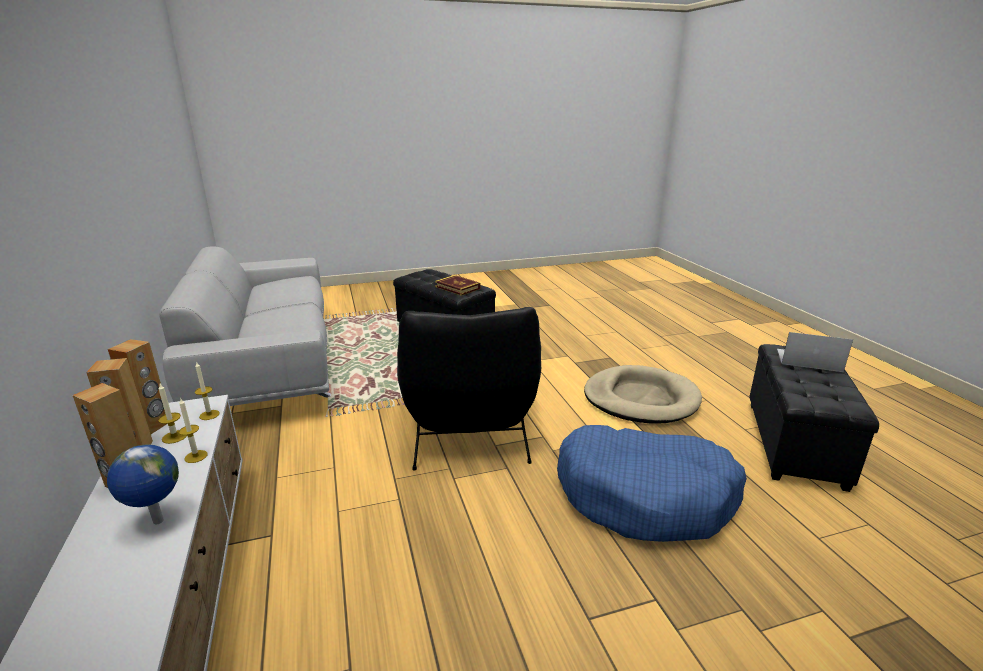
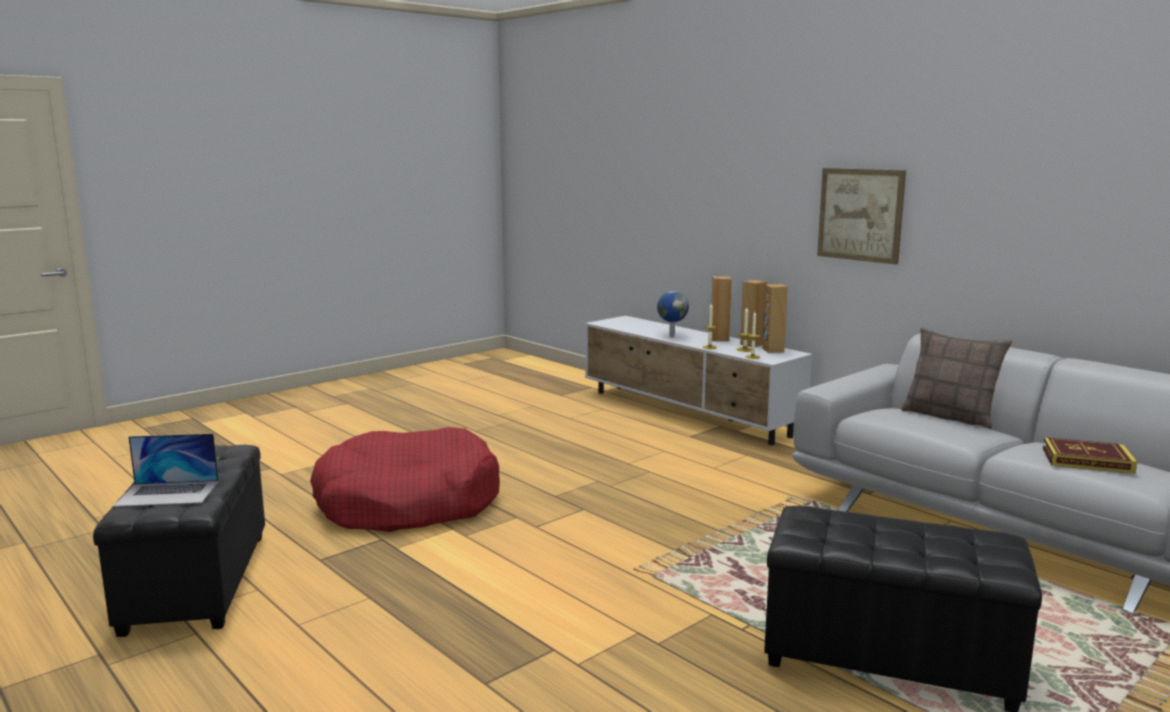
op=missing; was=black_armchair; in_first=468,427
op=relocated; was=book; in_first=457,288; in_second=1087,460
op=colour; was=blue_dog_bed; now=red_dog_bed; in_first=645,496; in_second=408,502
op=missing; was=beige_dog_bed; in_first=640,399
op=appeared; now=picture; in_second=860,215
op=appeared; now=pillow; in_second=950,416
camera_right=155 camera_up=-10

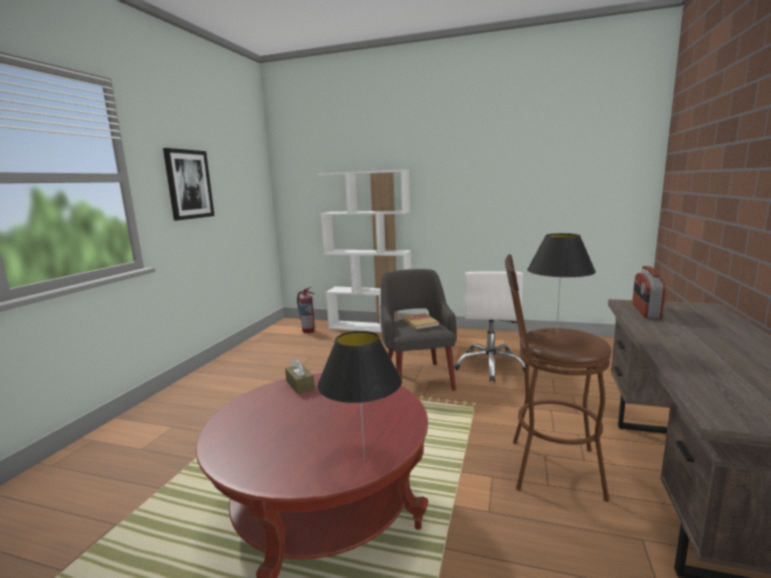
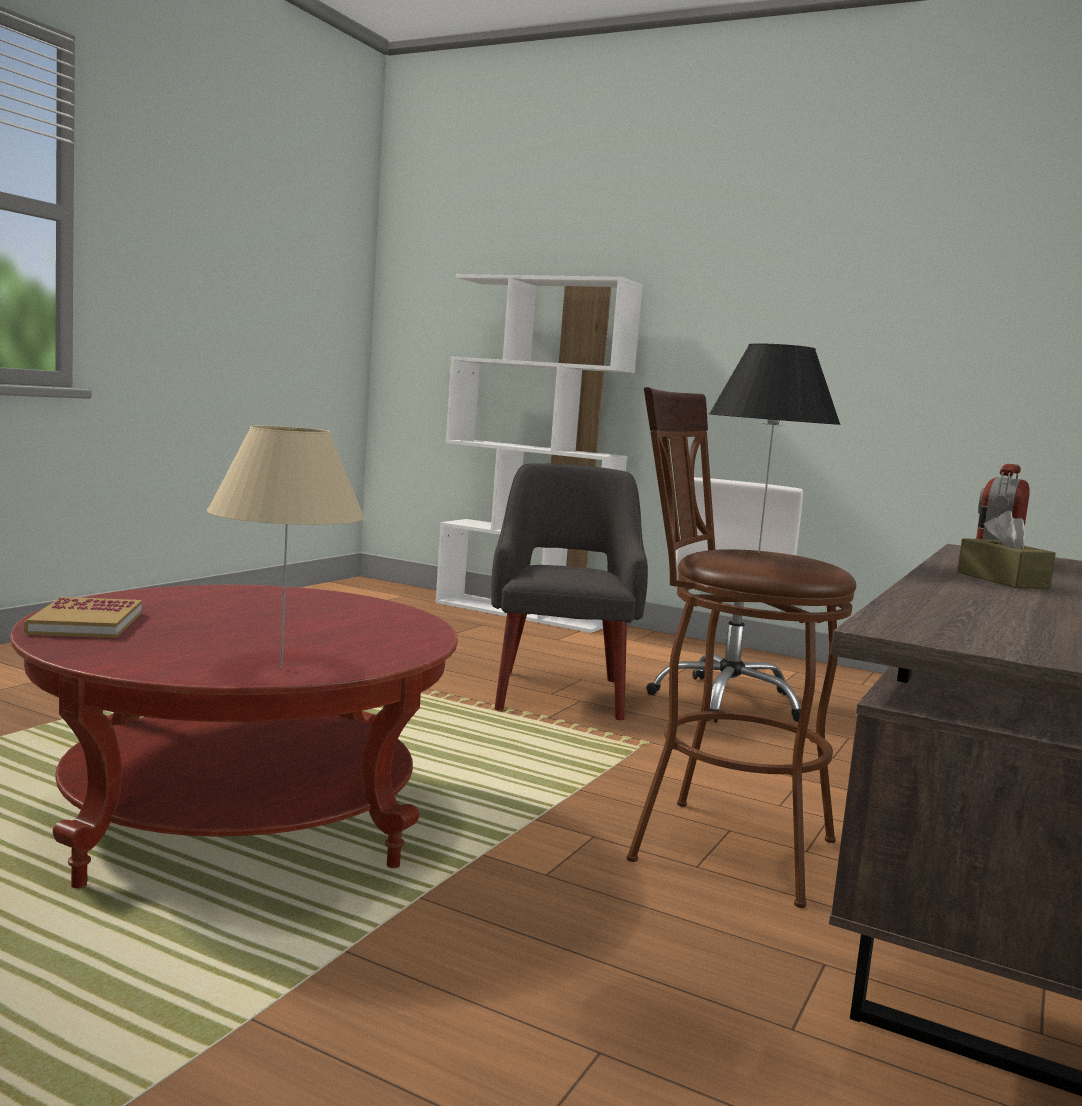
op=missing; was=picture; in_first=189,184
op=relocated; was=brown_tissue_box; in_first=300,385; in_second=1002,580
op=missing; was=fire_extinguisher; in_first=308,331
op=colour; was=black_table_lamp; now=beige_table_lamp; in_first=363,459; in_second=280,668
op=relocated; was=book; in_first=420,323; in_second=86,623
camera_right=10 camera_up=-5

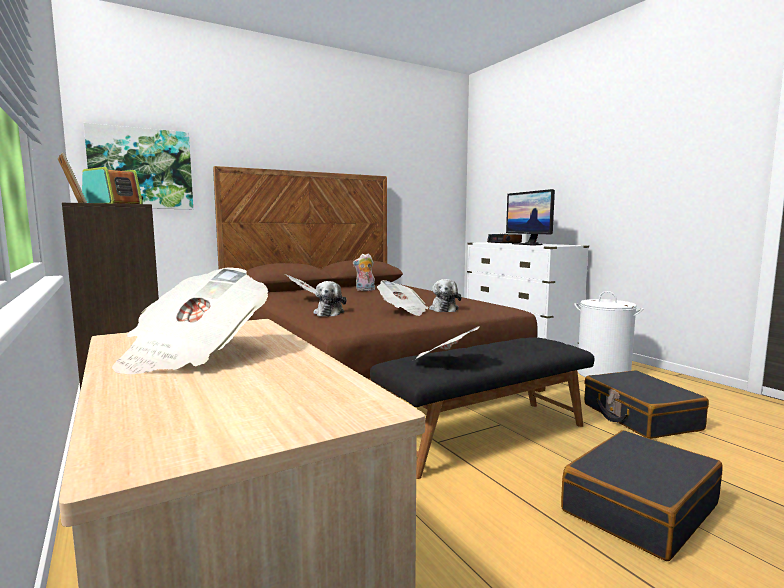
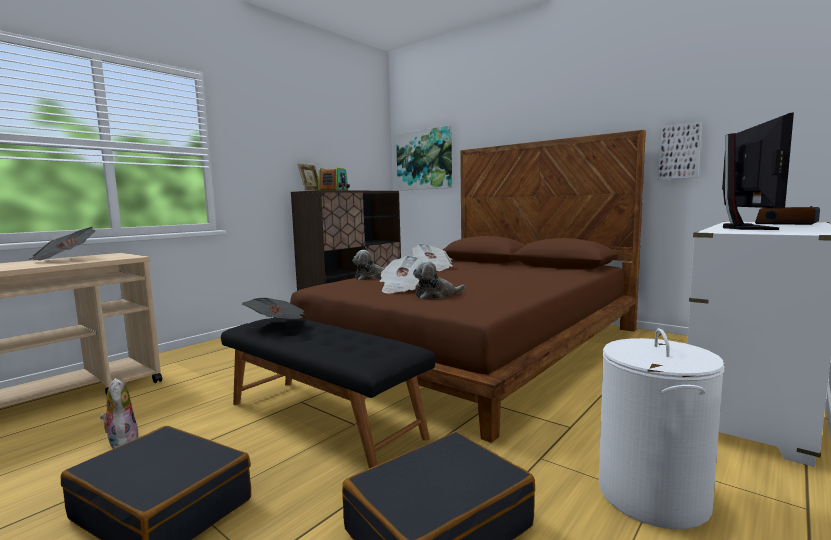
op=relocated; was=plush_toy; in_first=365,290; in_second=121,442
op=spun; was=monitor; in_first=529,244; in_second=744,228; clockwise=150
op=appeared; now=picture; in_second=680,152
camera_right=70 camera_up=0

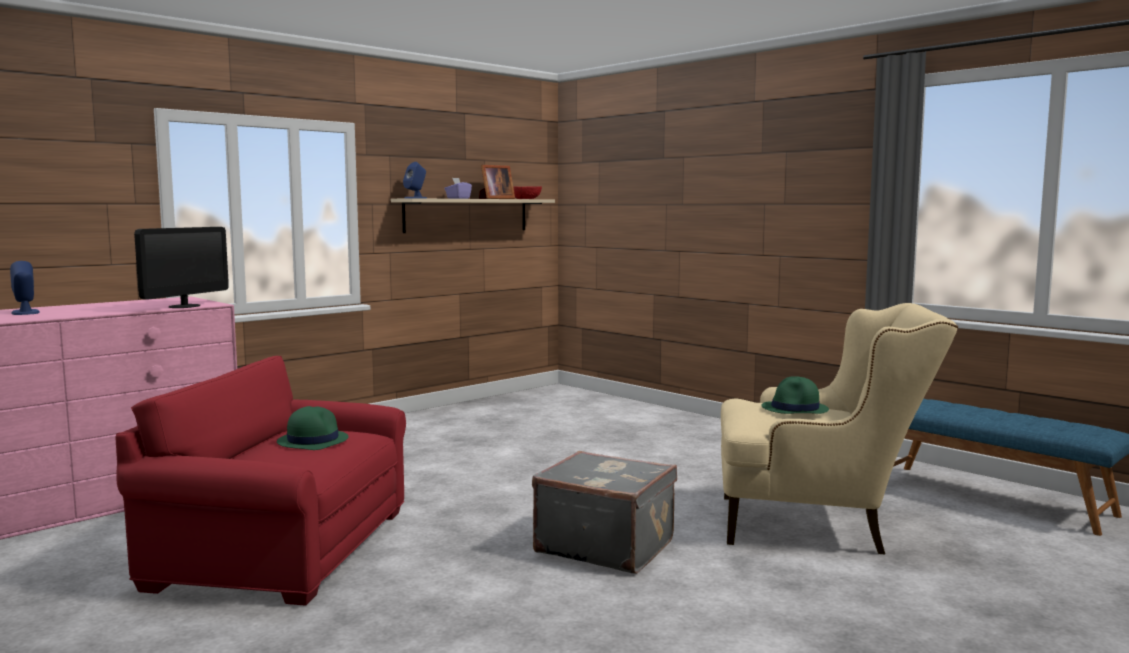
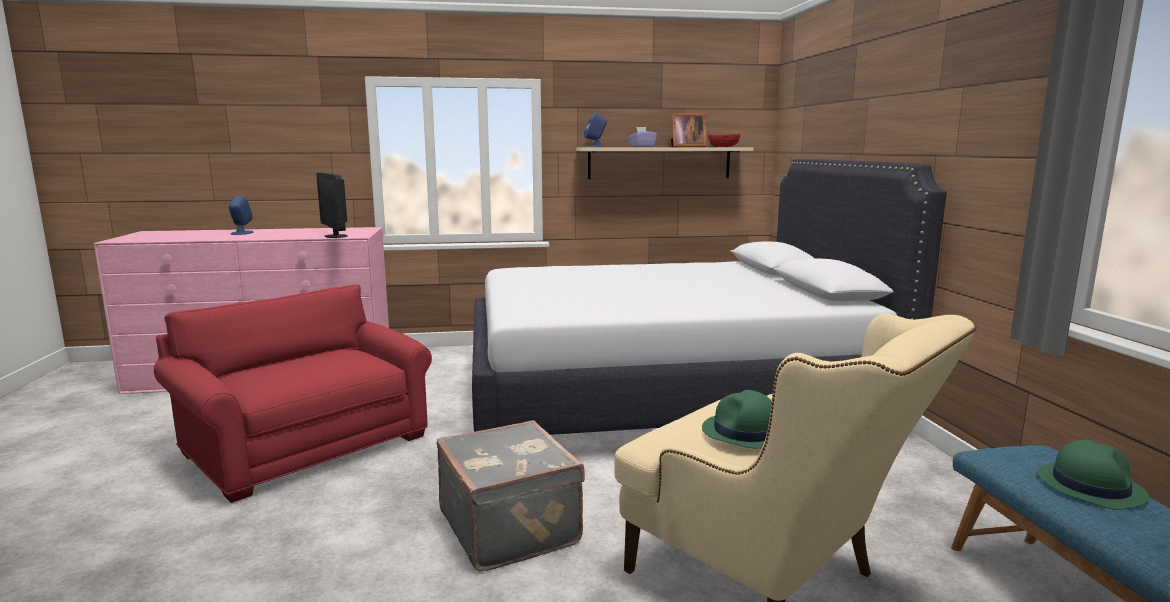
op=spun; was=monitor; in_first=184,306; in_second=336,236; clockwise=90
op=relocated; was=green_hat; in_first=312,440; in_second=1090,486
op=appeared; now=white_bed; in_second=664,394
camera_right=35 camera_up=5

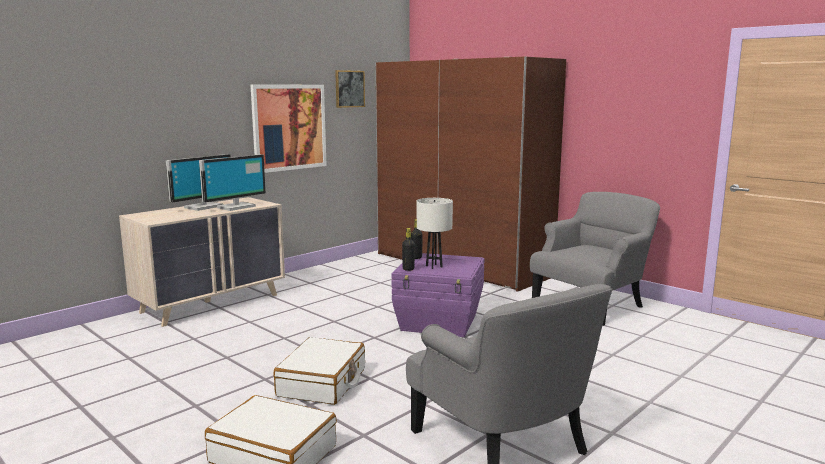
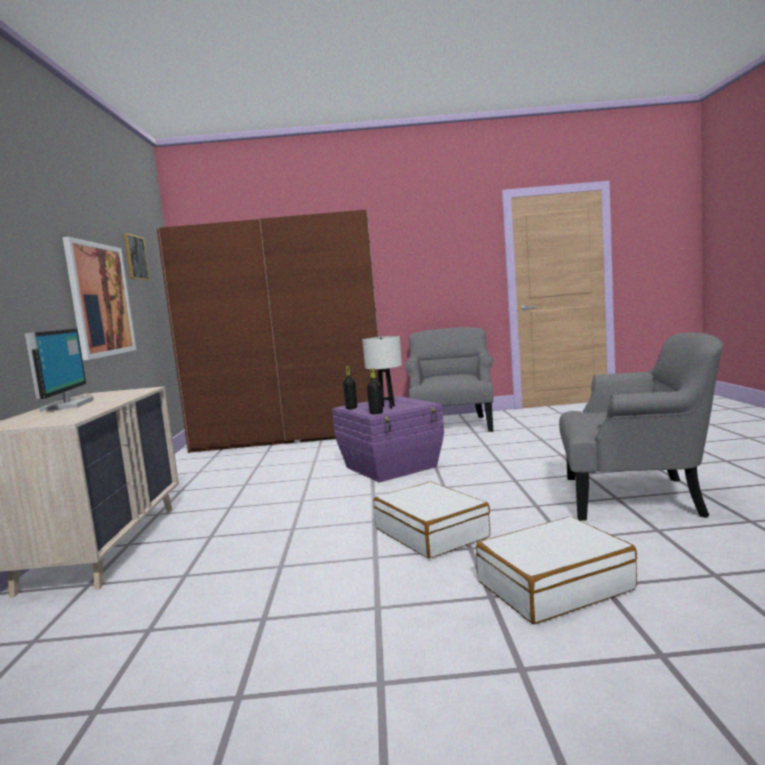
op=missing; was=monitor; in_first=235,207
camera_right=-45 camera_up=-5

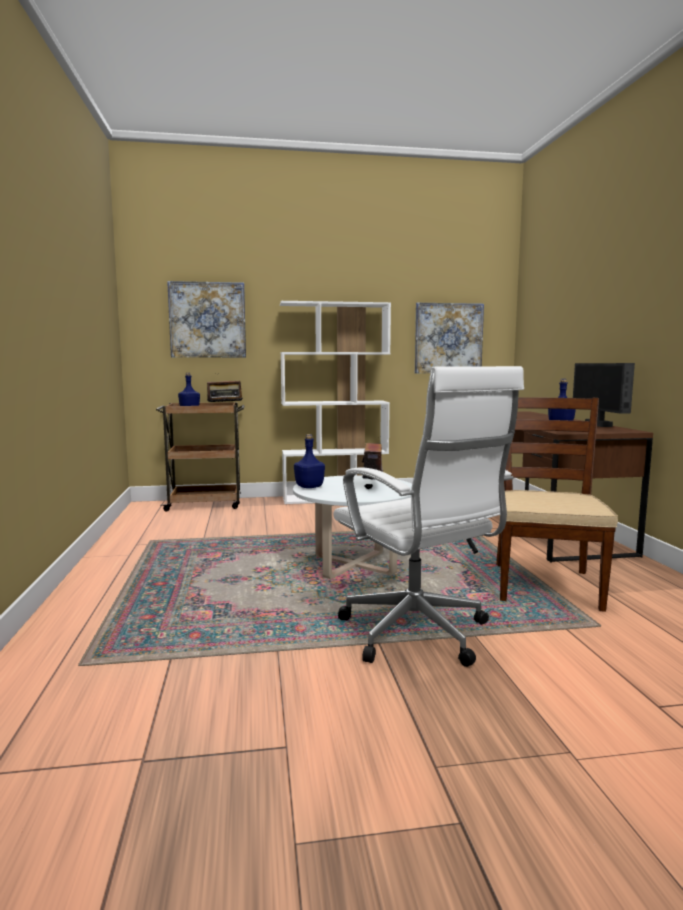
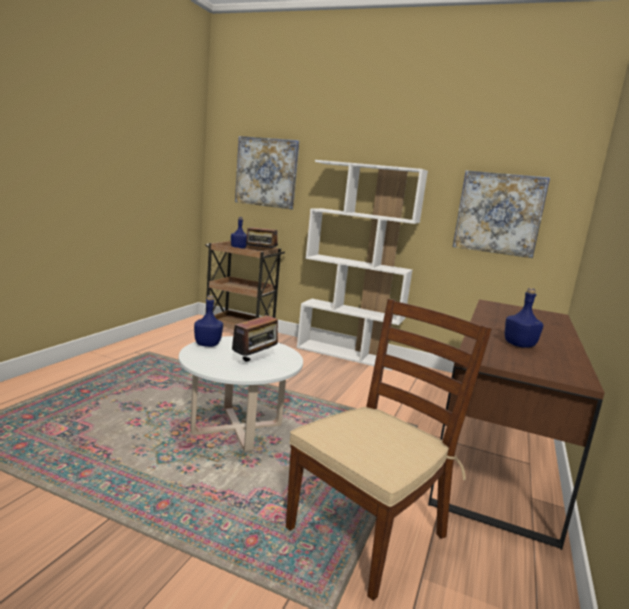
op=missing; was=white_office_chair; in_first=419,636
op=missing; was=monitor; in_first=599,425
camera_right=30 camera_up=5

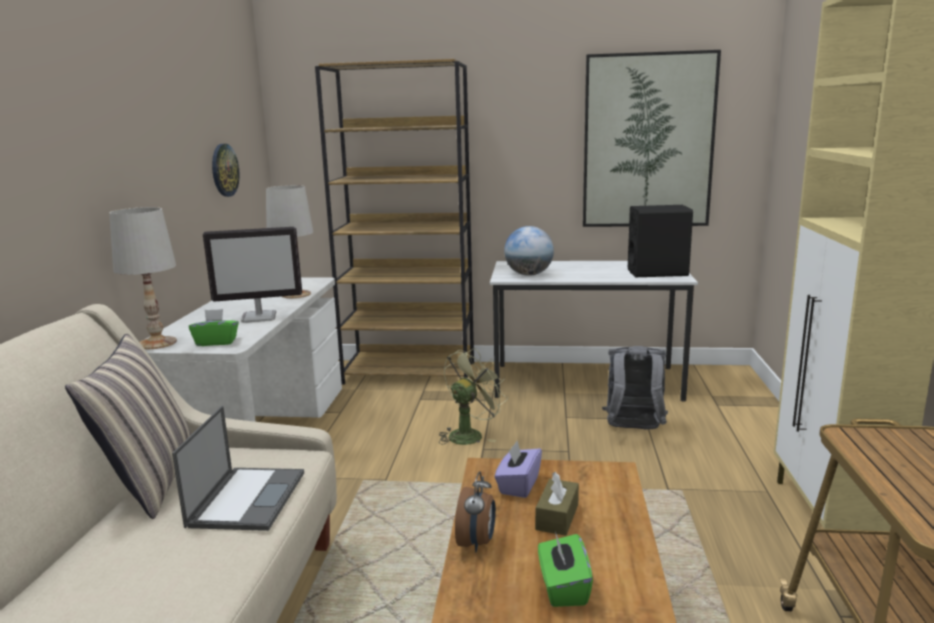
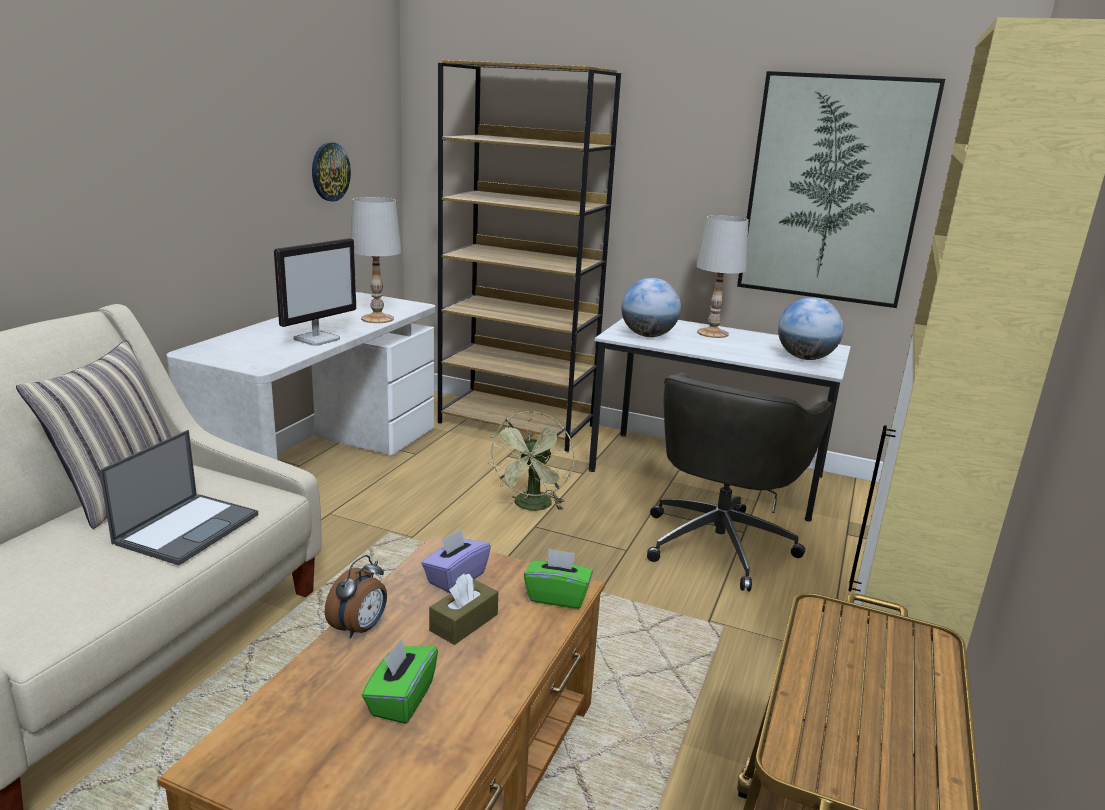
op=relocated; was=white_table_lamp; in_first=158,343; in_second=713,333
op=relocated; was=green_tissue_box; in_first=216,342; in_second=557,596
op=spun; was=monitor; in_first=260,317; in_second=317,339; clockwise=-60
op=spun; was=green_fan; in_first=469,434; in_second=532,507; clockwise=135
op=exchanged; was=grey_backpack; now=grey_office_chair; in_first=633,430; in_second=720,542
op=exchanged; was=black_speaker; now=globe; in_first=657,272; in_second=805,358
camera_right=15 camera_up=5

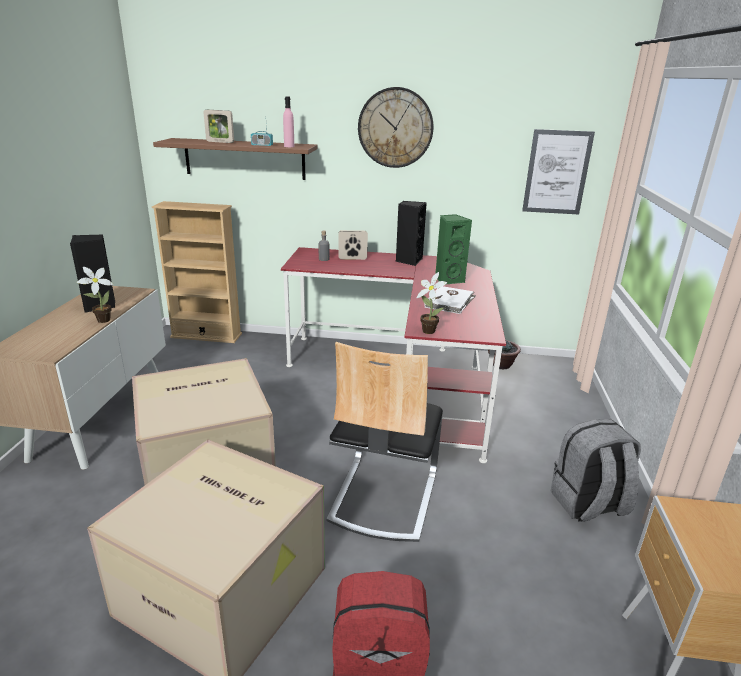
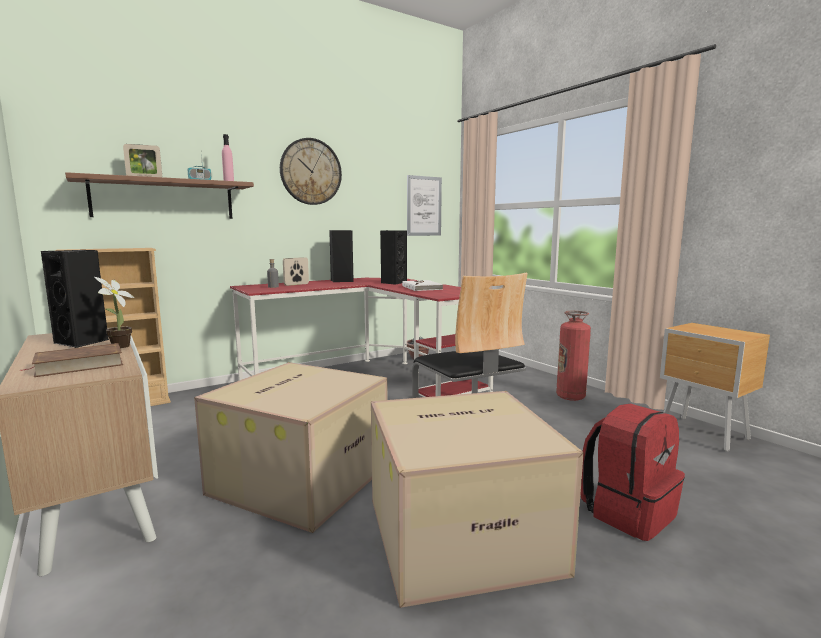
op=missing; was=potted_plant; in_first=427,330
op=colour; was=green_speaker; now=black_speaker; in_first=448,280; in_second=393,283
op=exchanged; was=grey_backpack; now=fire_extinguisher; in_first=588,504; in_second=570,397
op=appeared; now=brown_book; in_second=79,365
camera_right=-40 camera_up=-15

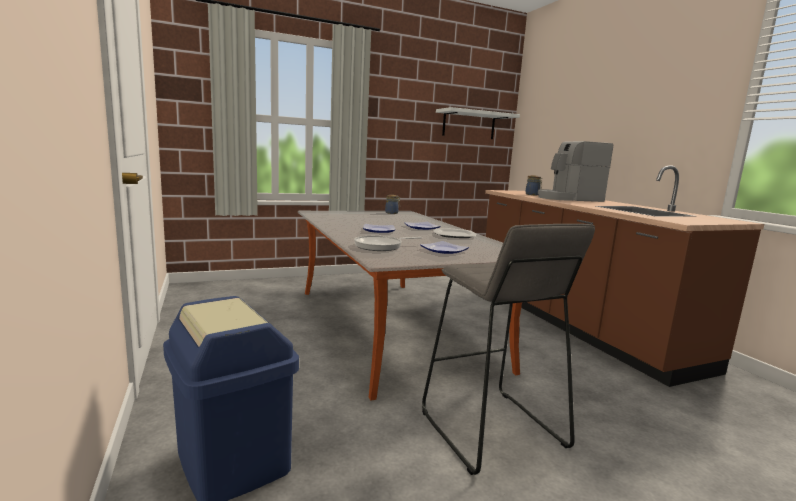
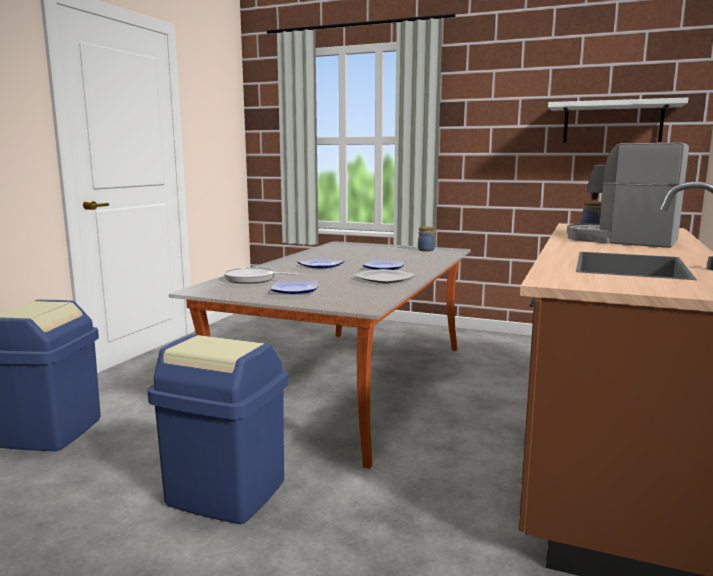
op=exchanged; was=grey_stool; now=blue_trash_can; in_first=490,429; in_second=225,493
camera_right=45 camera_up=0

